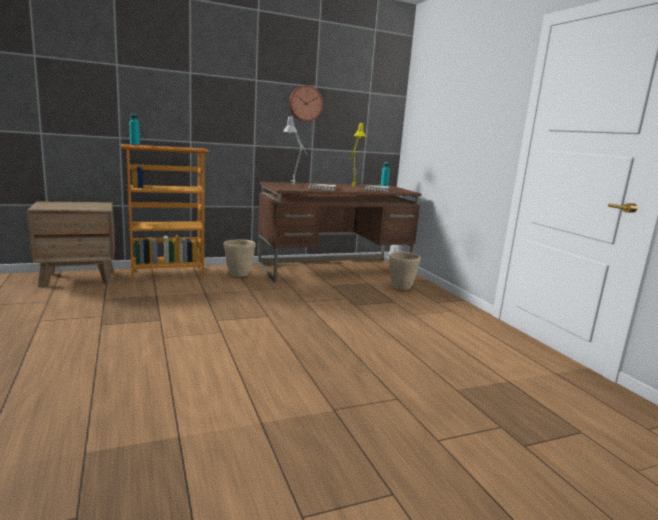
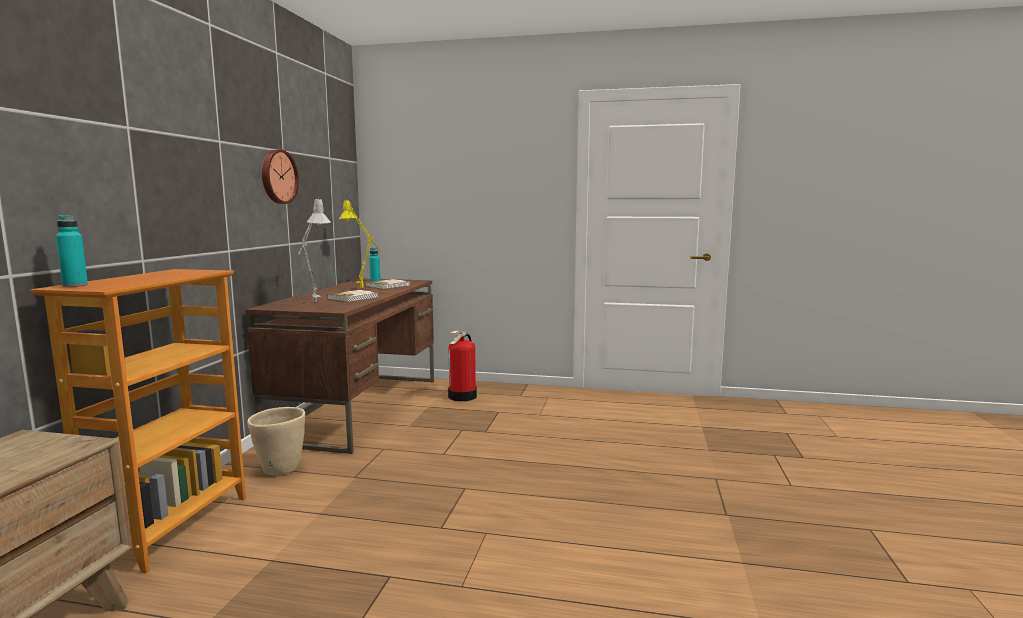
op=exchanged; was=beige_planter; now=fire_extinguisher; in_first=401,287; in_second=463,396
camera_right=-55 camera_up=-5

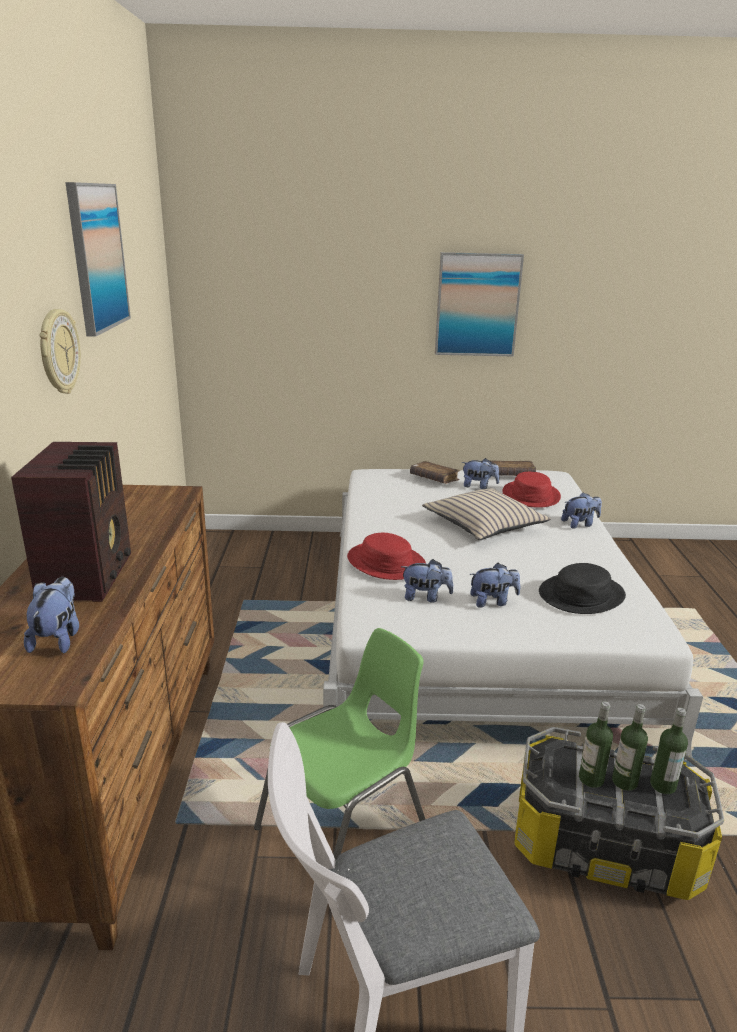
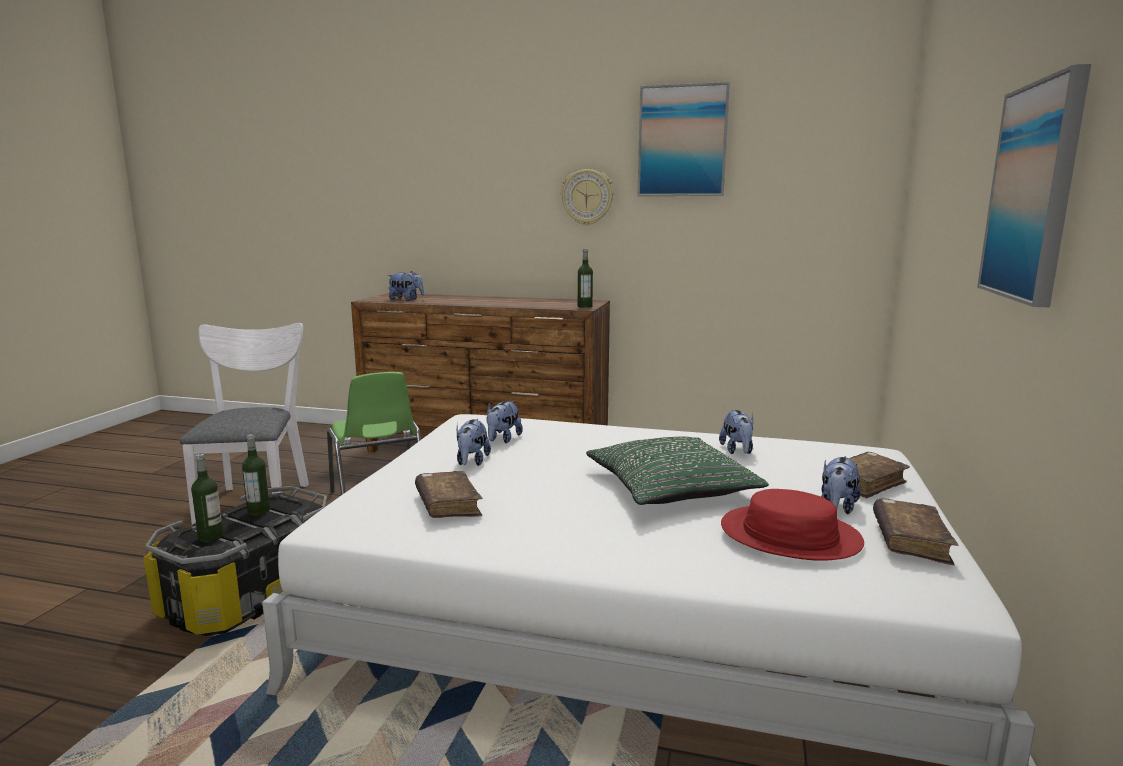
op=missing; was=radio; in_first=89,575
op=missing; was=red_hat; in_first=386,562
op=colour; was=beige_pillow; now=green_pillow; in_first=484,524; in_second=671,487
op=exchanged; was=black_hat; now=brown_book; in_first=581,594; in_second=448,505
op=relocated; was=plush_toy; in_first=580,524; in_second=737,451
op=relocated; was=bottle; in_first=624,782; in_second=585,306
camera_right=105 camera_up=-10

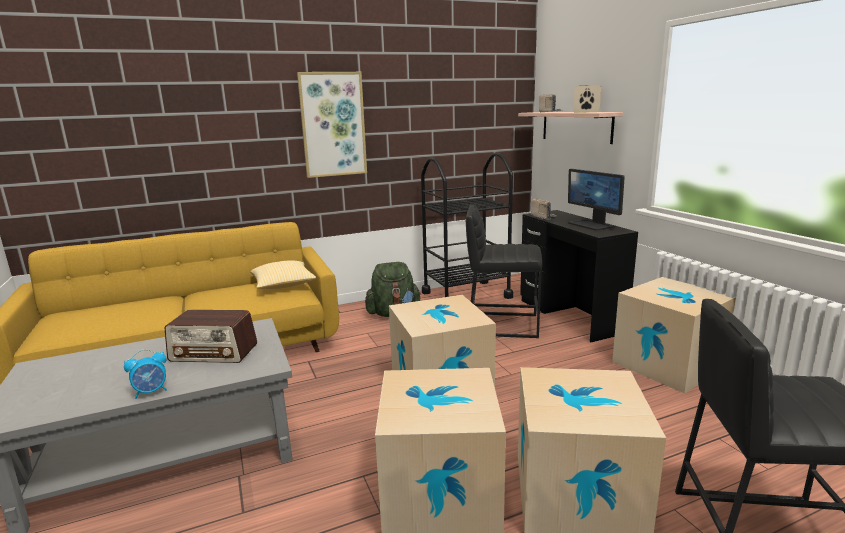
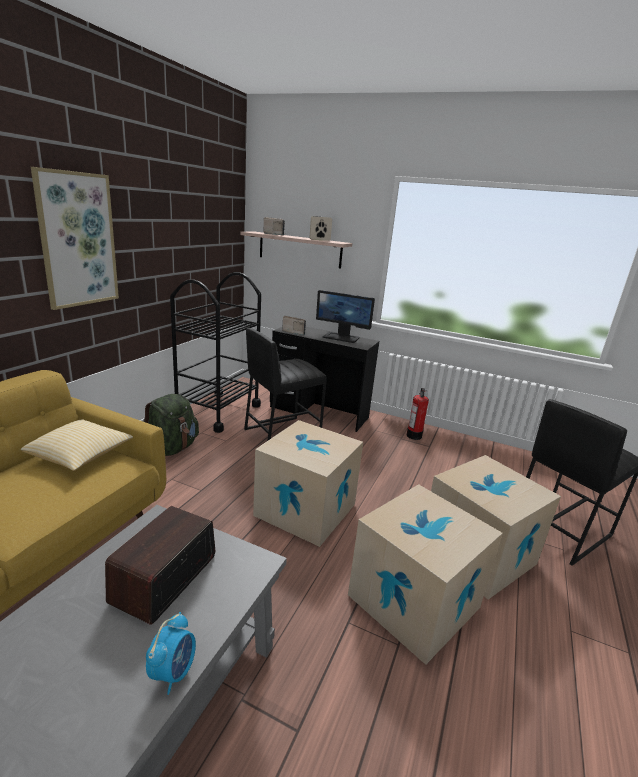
op=spun; was=radio; in_first=214,353; in_second=164,578; clockwise=150
op=exchanged; was=cardboard_box; now=fire_extinguisher; in_first=668,365; in_second=414,436
camera_right=-45 camera_up=5

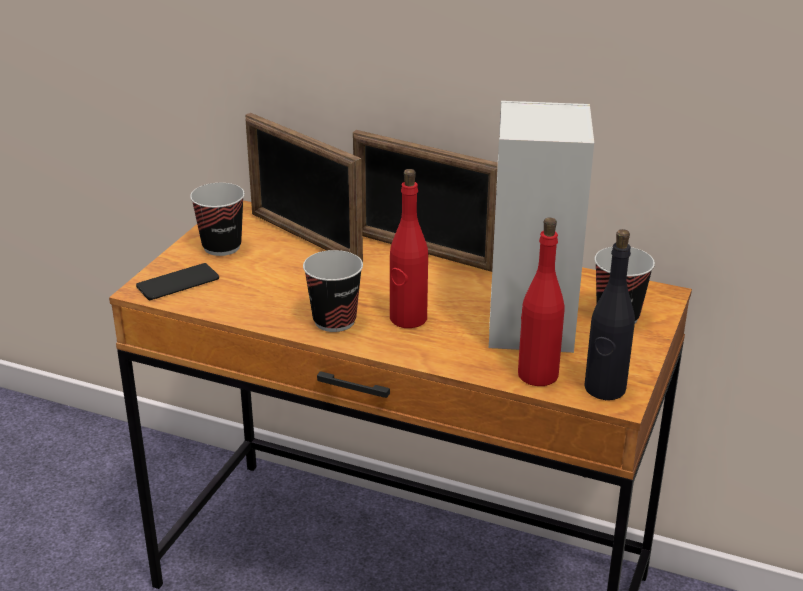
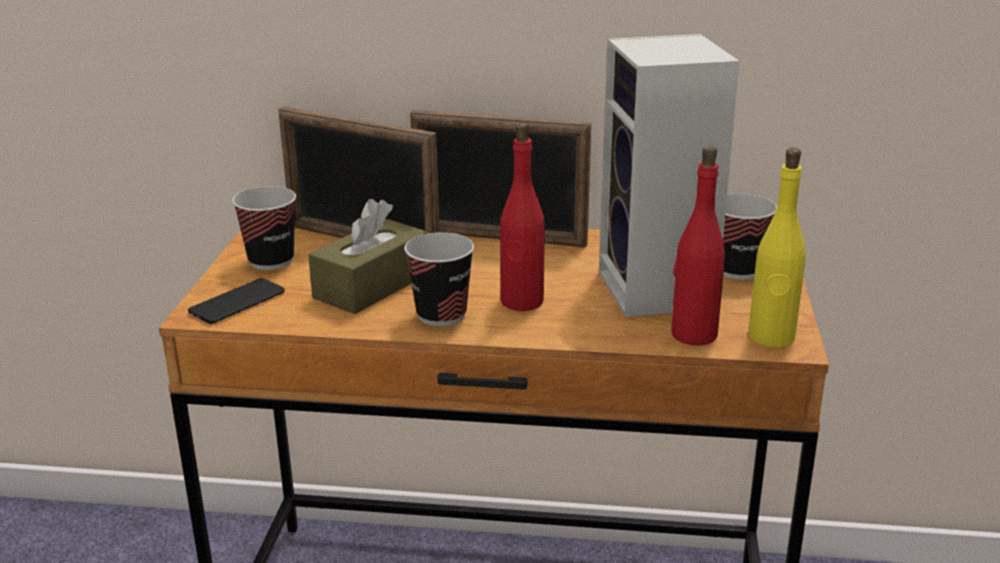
op=colour; was=black_bottle; now=yellow_bottle; in_first=604,389; in_second=771,337
op=appeared; now=brown_tissue_box; in_second=371,286
camera_right=-15 camera_up=-5

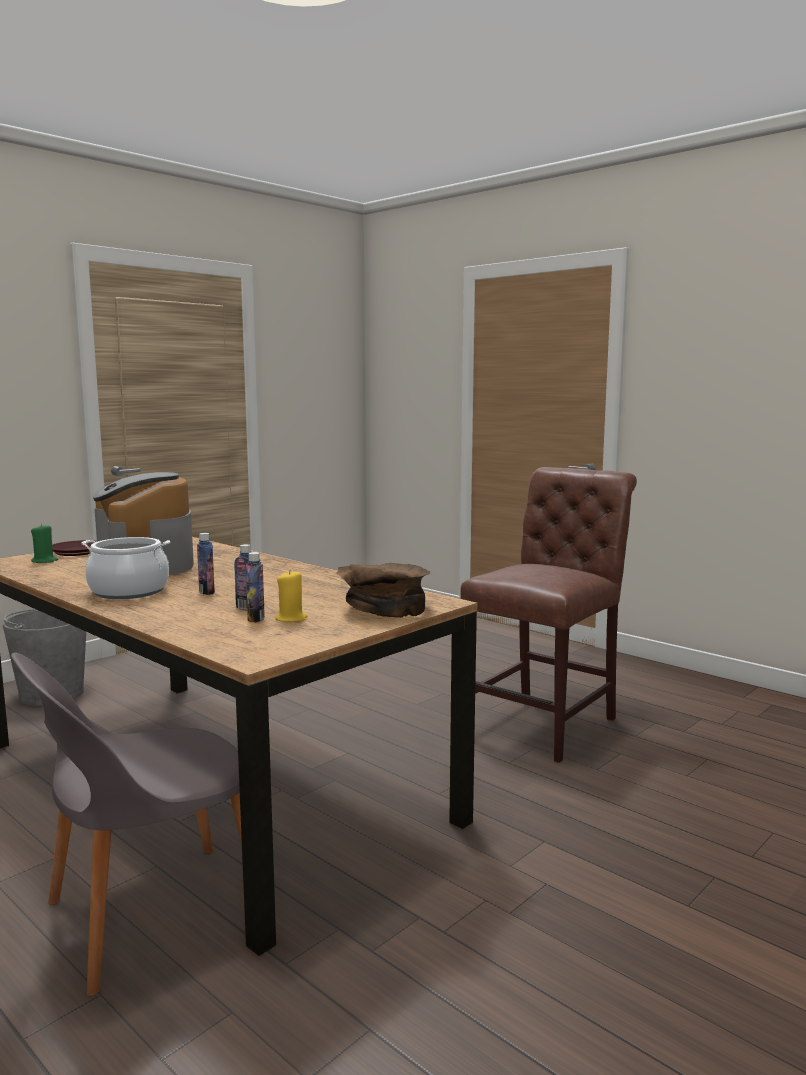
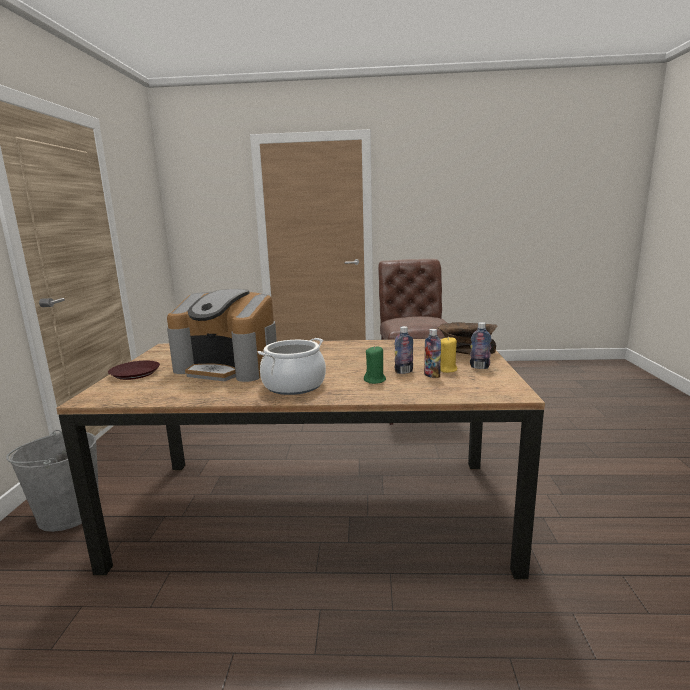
op=missing; was=grey_chair; in_first=149,915
op=relocated; was=green_candle; in_first=44,561; in_second=375,380
op=relocated; was=bottle; in_first=206,592; in_second=479,367
camera_right=-40 camera_up=5

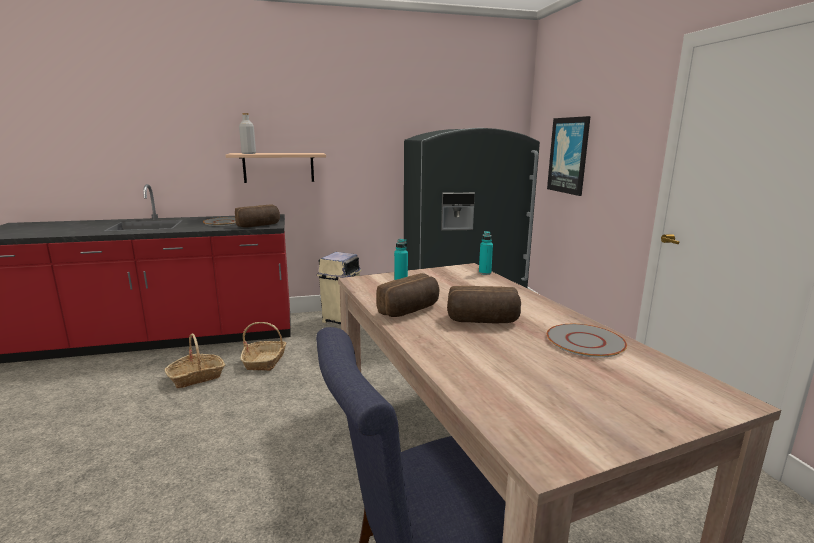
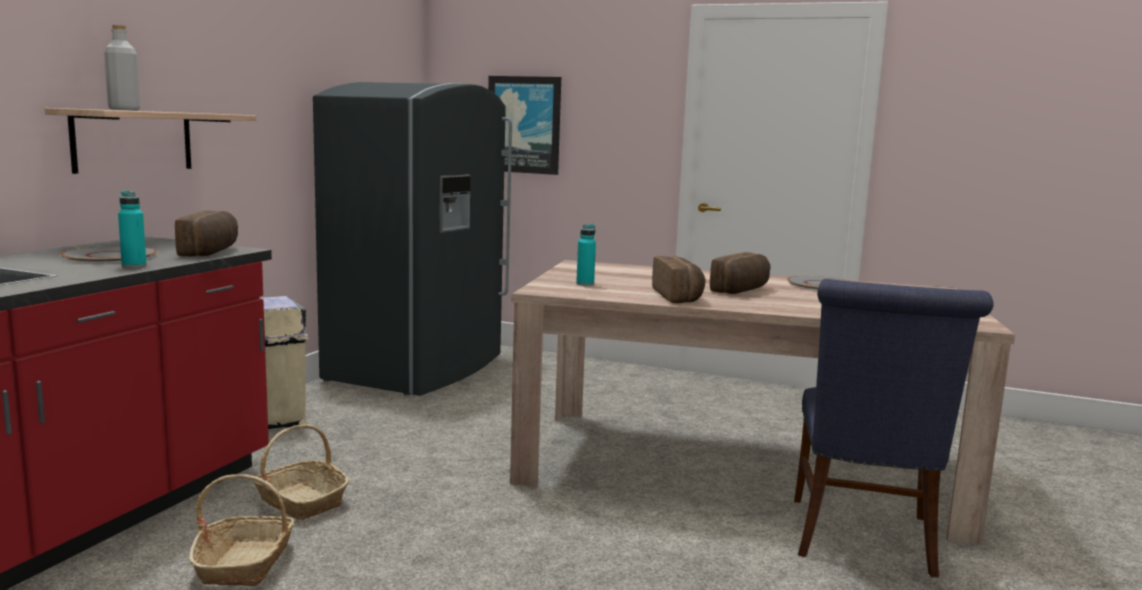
op=relocated; was=turquoise_bottle; in_first=485,273; in_second=134,266
camera_right=-55 camera_up=-5

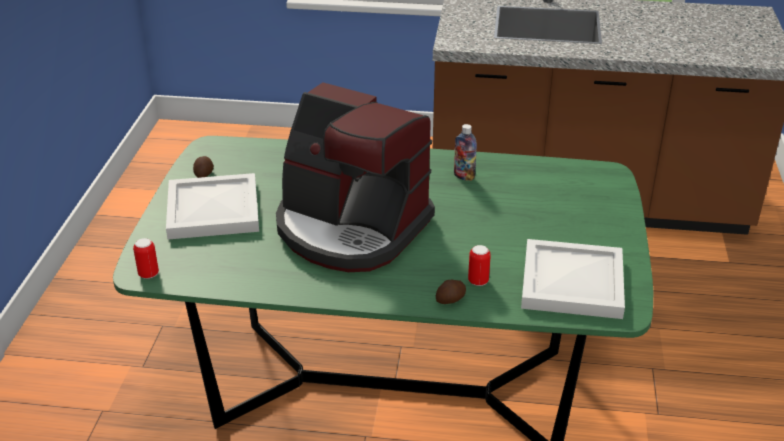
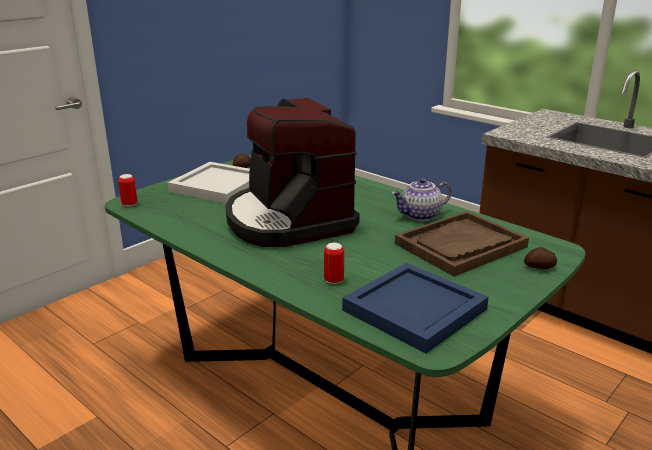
op=relocated; was=potato; in_first=451,300; in_second=540,267
op=exchanged; was=bottle; now=teapot; in_first=464,176; in_second=420,216
op=colour; was=white_tray; now=blue_tray; in_first=570,283; in_second=412,309
op=appeared; now=brown_tray; in_second=460,245
camera_right=35 camera_up=-10

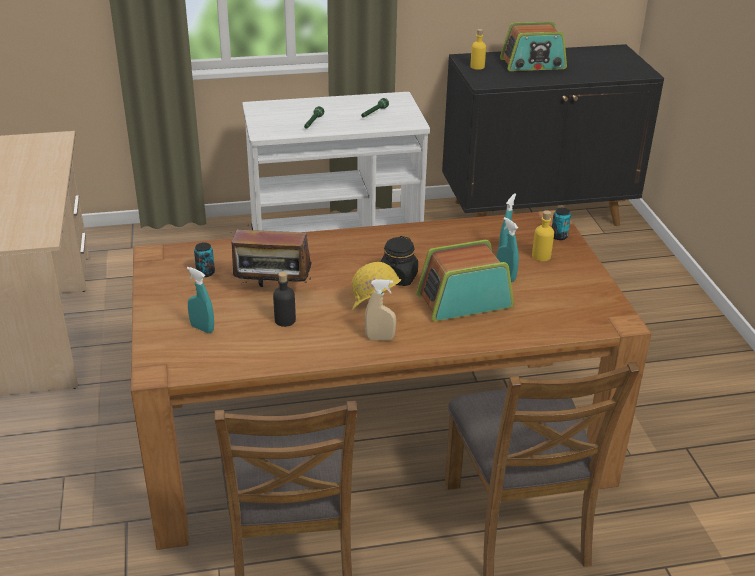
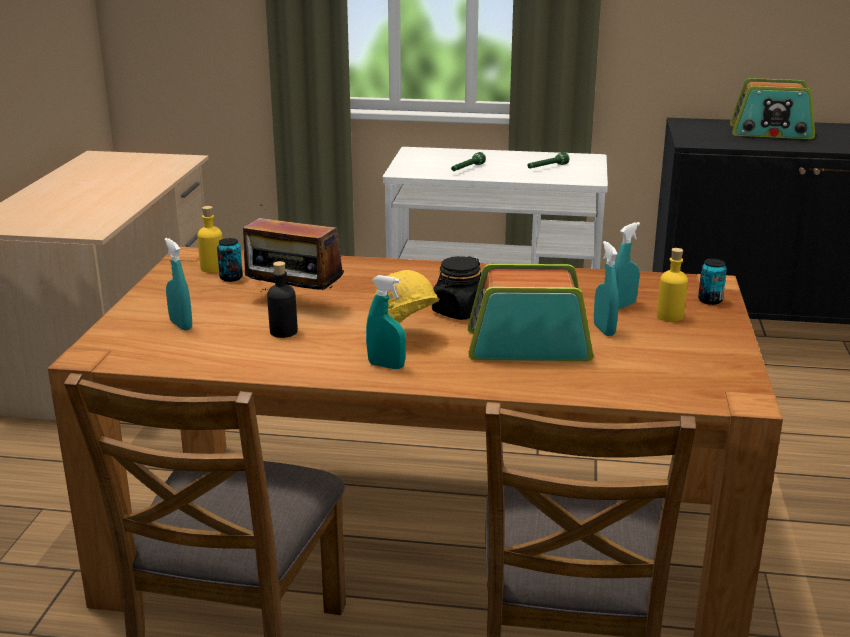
op=colour; was=beige_spray_bottle; now=turquoise_spray_bottle; in_first=380,338; in_second=386,366
op=relocated; was=yellow_bottle; in_first=477,67; in_second=212,268
camera_right=20 camera_up=-10

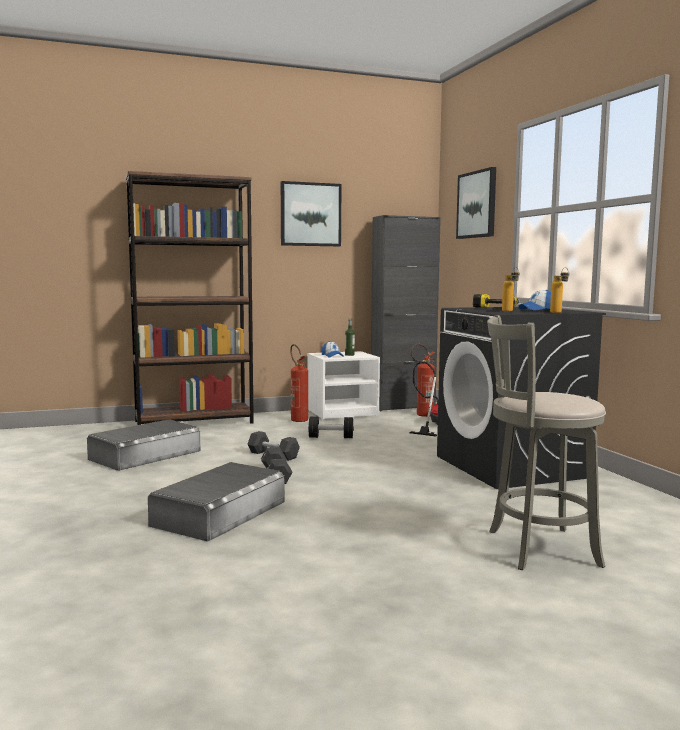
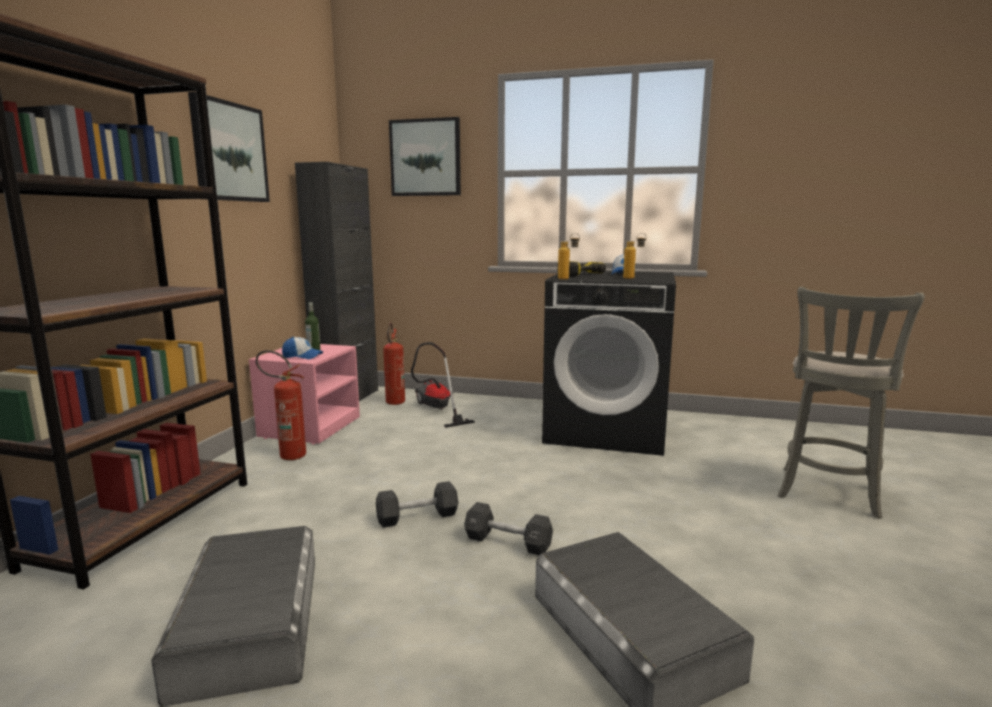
op=colour; was=white_nightstand; now=pink_nightstand; in_first=342,412; in_second=310,427
op=missing; was=black_dumbbell; in_first=331,437
op=relocated; was=bottle; in_first=559,313; in_second=568,279
camera_right=-55 camera_up=5

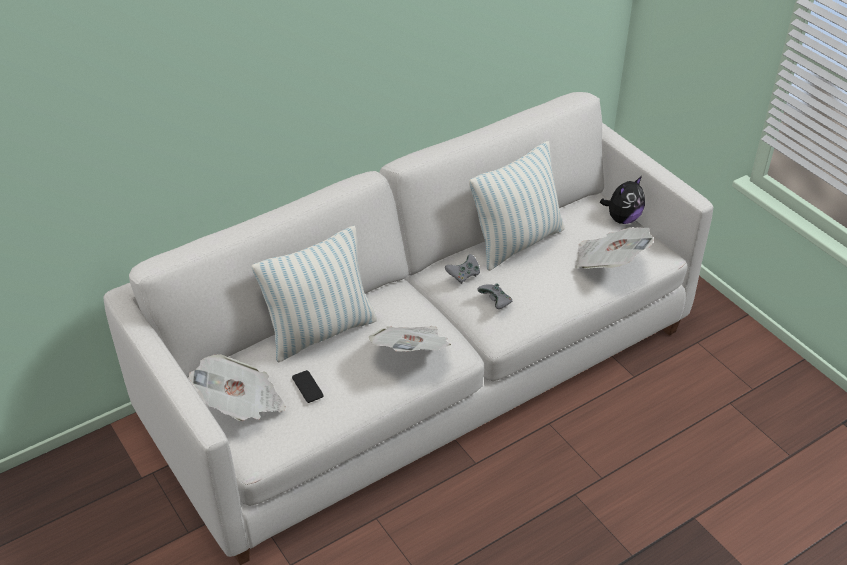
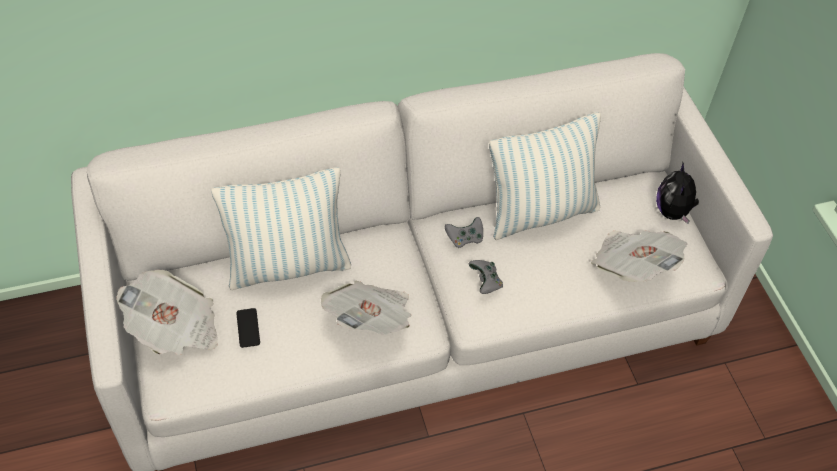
op=spun; was=plush_toy; in_first=622,218; in_second=673,212; clockwise=120
camera_right=15 camera_up=10

